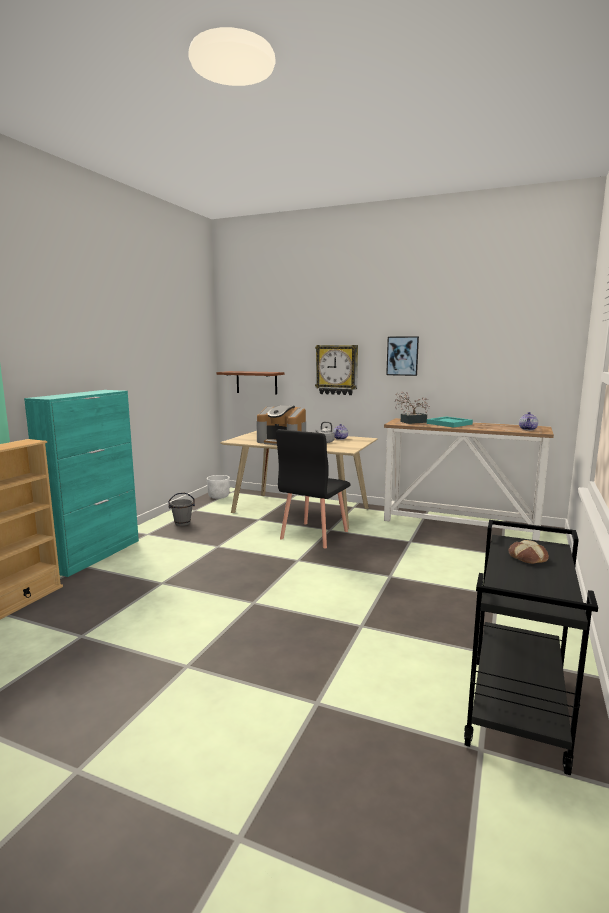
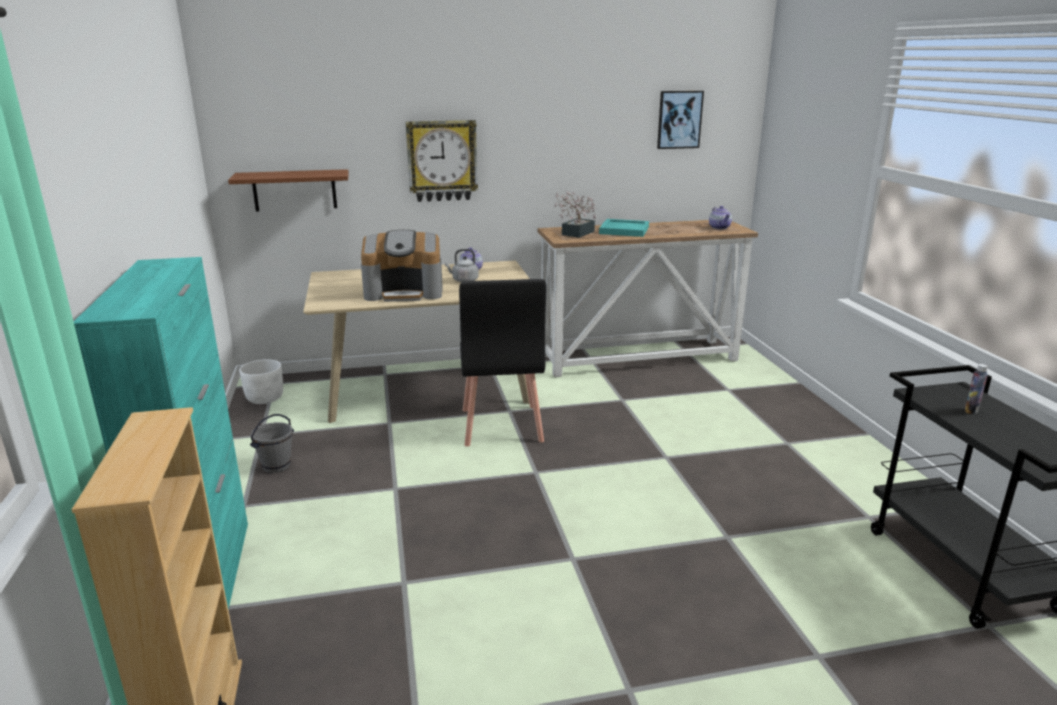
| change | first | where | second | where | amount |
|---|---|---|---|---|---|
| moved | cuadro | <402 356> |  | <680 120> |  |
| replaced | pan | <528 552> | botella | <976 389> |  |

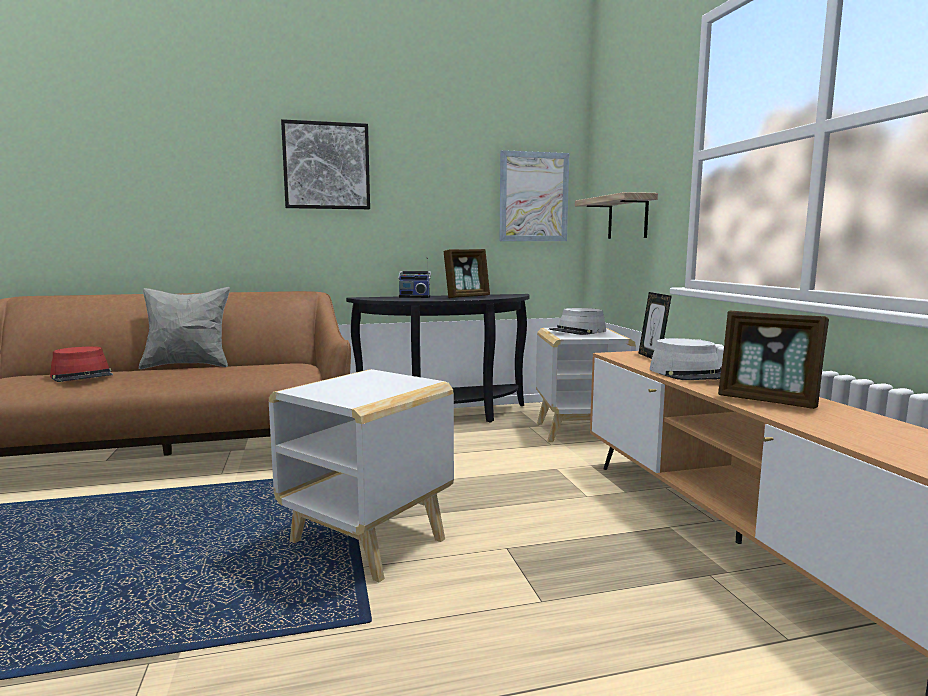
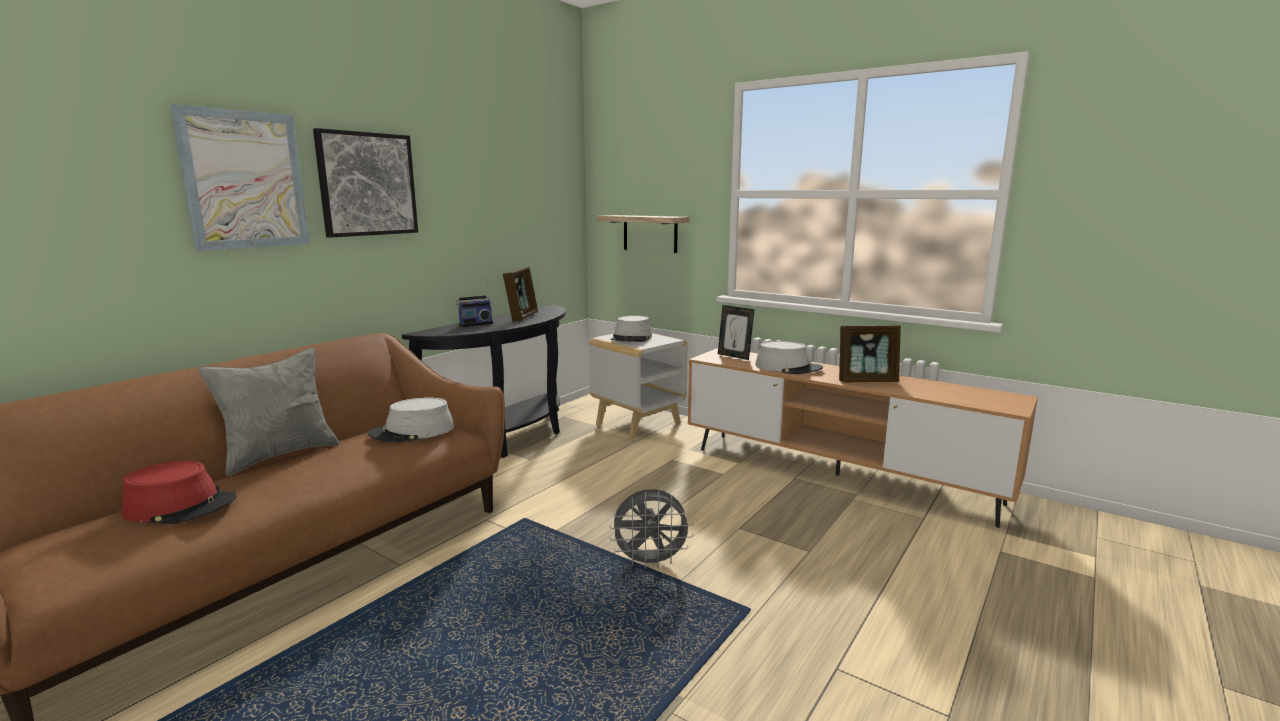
| change | first | where | second | where | amount |
|---|---|---|---|---|---|
| moved | cuadro | <534 195> |  | <240 177> |  |
| replaced | mesa auxiliar [blanco] | <361 475> | ventilador [gris] | <651 529> |  |
| added |  |  | sombrero [gris] | <411 420> |  |

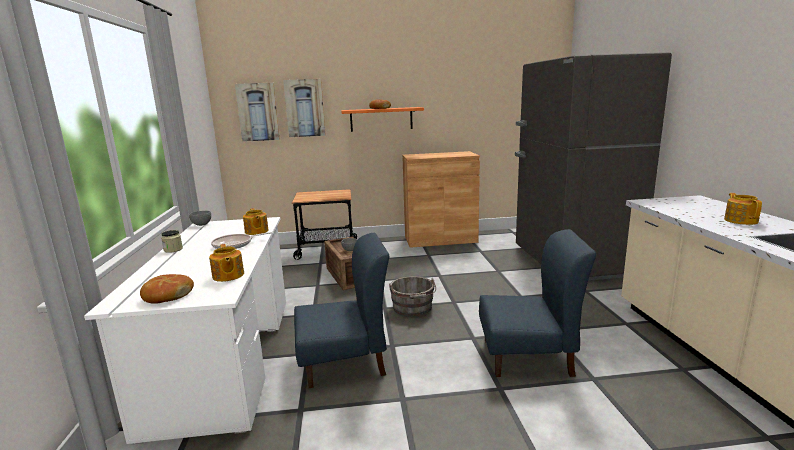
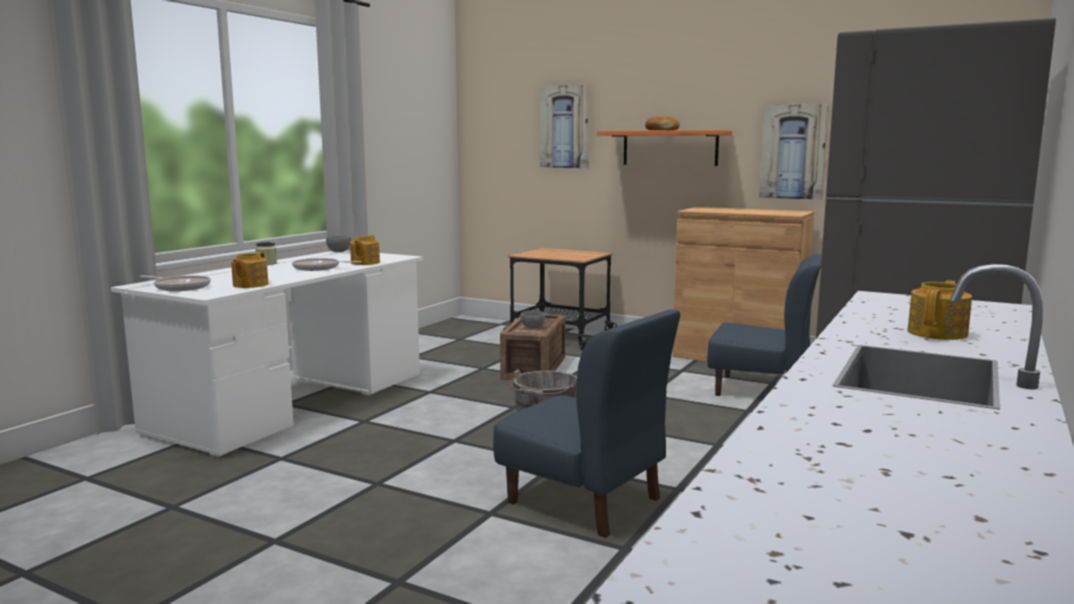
| change | first | where | second | where | amount |
|---|---|---|---|---|---|
| moved | cuadro | <257 112> |  | <794 152> |  |
| moved | silla [azul] | <341 310> |  | <764 325> |  |
| replaced | pan | <167 289> | sartén | <175 283> |  |

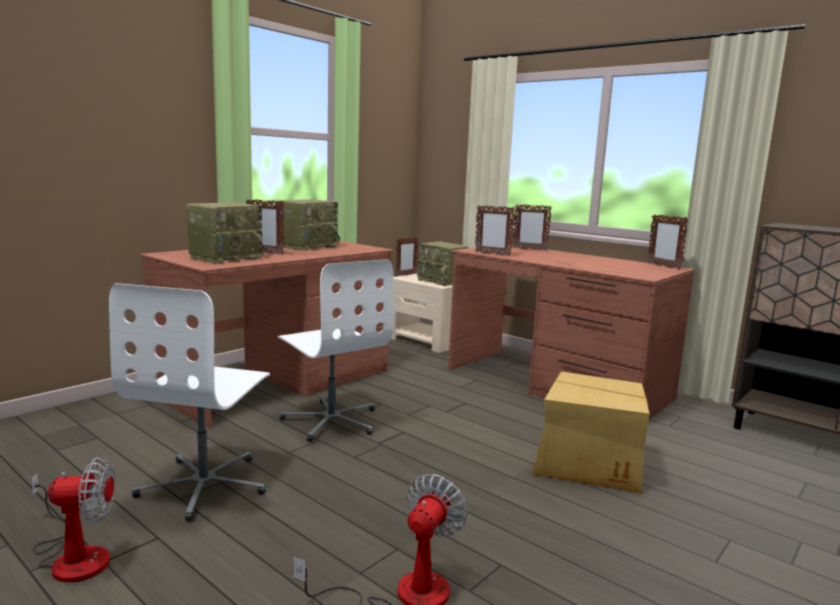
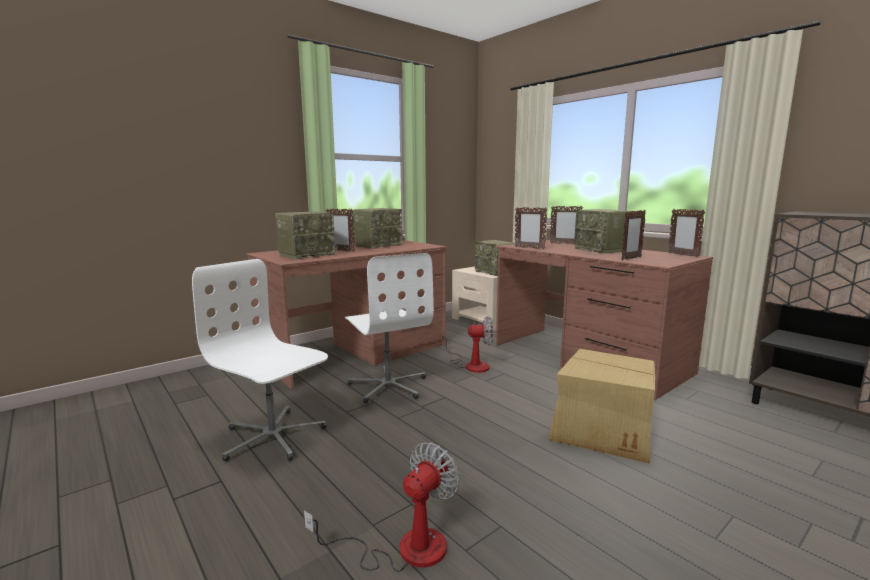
| change | first | where | second | where | amount |
|---|---|---|---|---|---|
| moved | portarretratos | <407 256> |  | <633 235> |  |
| turned | silla de oficina [blanco] | <189 402> |  | <260 360> | 105 degrees clockwise |
| moved | ventilador | <73 519> |  | <468 344> |  |
| added |  |  | radio | <602 231> |  |

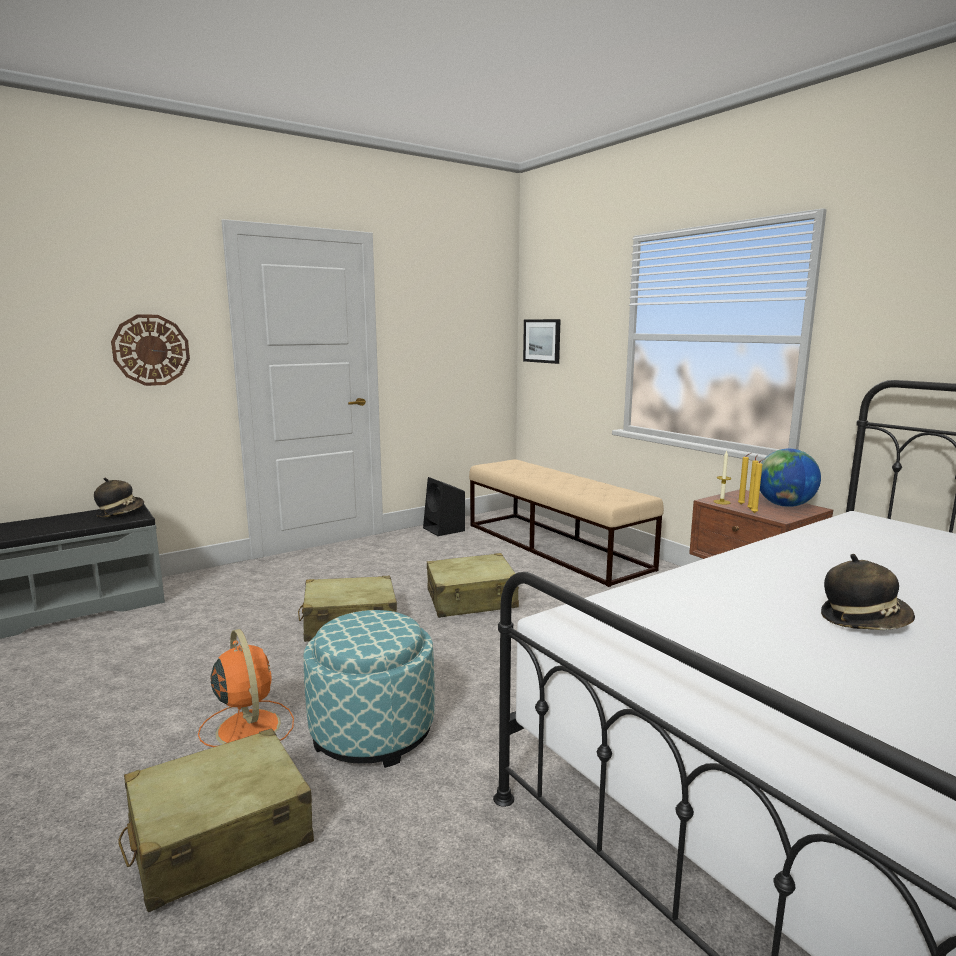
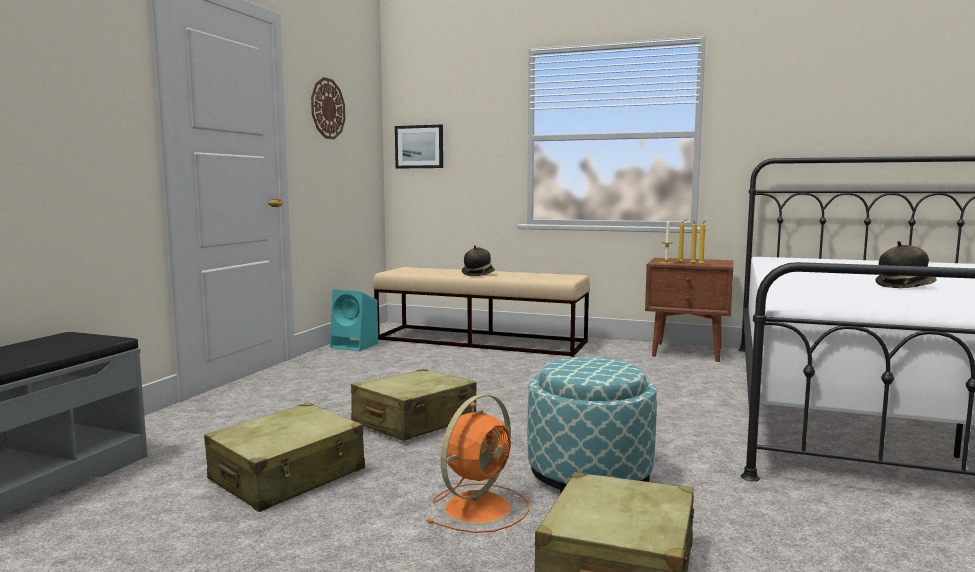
| change | first | where | second | where | amount |
|---|---|---|---|---|---|
| moved | reloj de pared | <150 350> |  | <328 108> |  |
| removed | globo terráqueo | <790 477> |  |  |  |
| recoloured | altavoz [negro] | <444 506> | altavoz [turquesa] | <354 320> |  |
| moved | sombrero | <119 497> |  | <478 260> |  |
| moved | maleta [beis] | <473 585> |  | <284 457> |  |
| turned | ventilador [naranja] | <246 688> |  | <477 463> | 105 degrees clockwise |

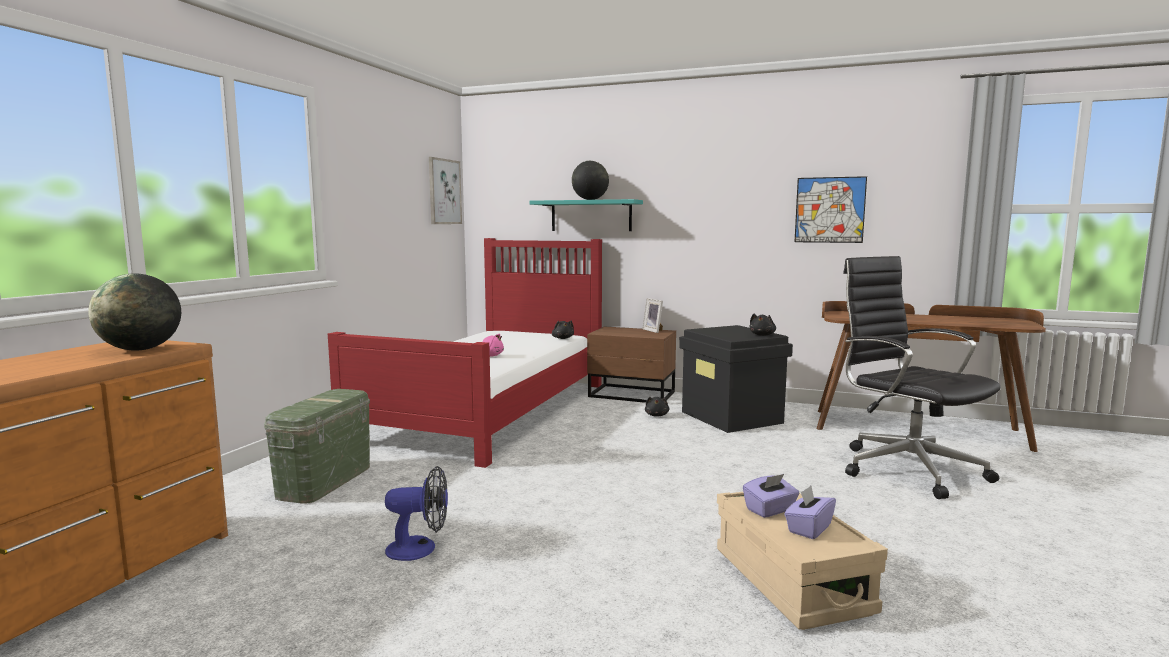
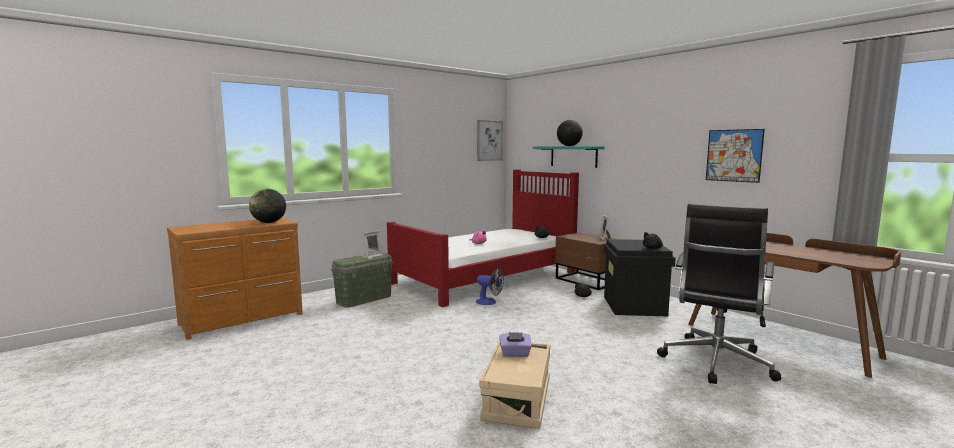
| change | first | where | second | where | amount |
|---|---|---|---|---|---|
| turned | silla de oficina [negro] | <922 377> |  | <719 294> | 150 degrees counterclockwise |
| moved | ventilador | <416 513> |  | <490 286> |  |
| removed | caja de pañuelos [morado] | <810 512> |  |  |  |
| added |  |  | portarretratos | <373 244> |  |

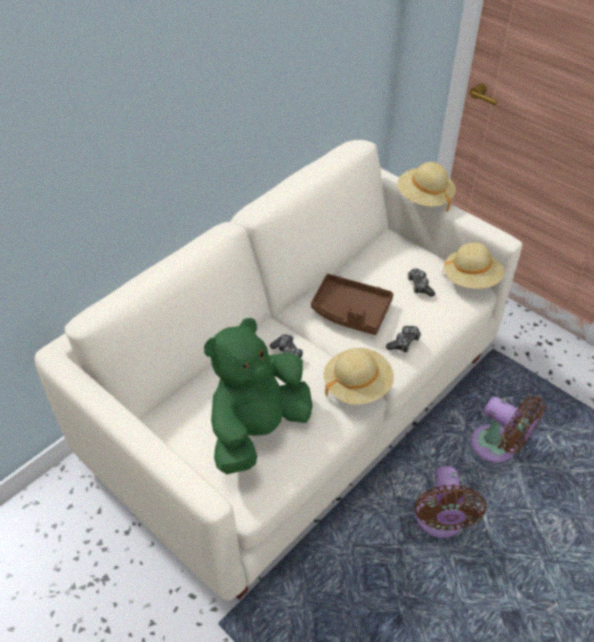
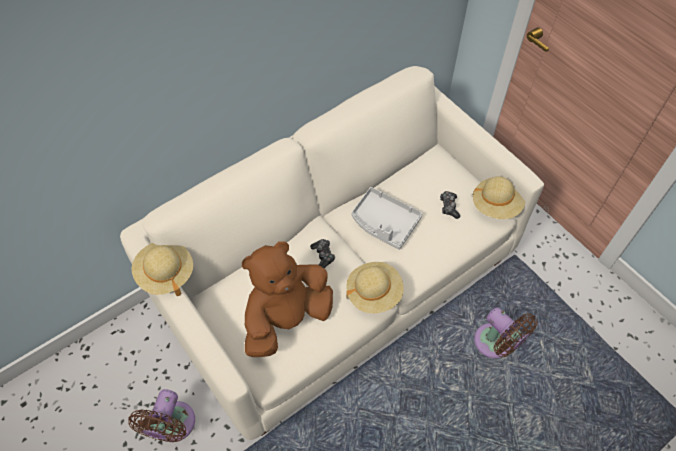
| change | first | where | second | where | amount |
|---|---|---|---|---|---|
| moved | sombrero [beis] | <426 187> |  | <162 269> |  |
| recoloured | bandeja [marrón] | <352 304> | bandeja [gris] | <387 218> |  |
| recoloured | peluche [verde] | <258 396> | peluche [marrón] | <287 299> |  |
| removed | mando de consola | <403 339> |  |  |  |
| moved | ventilador [marrón] | <450 502> |  | <161 415> |  |

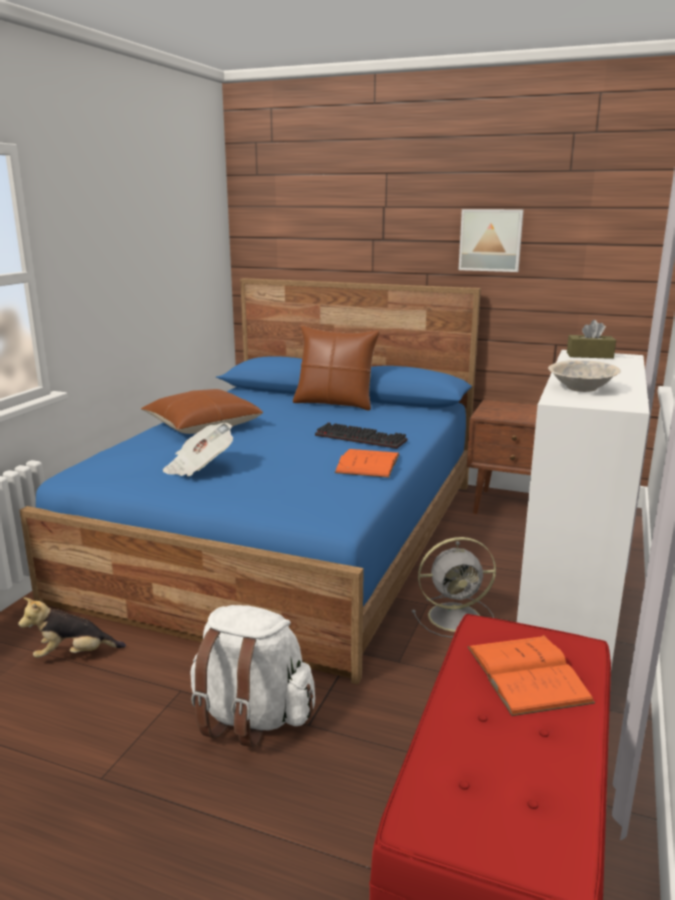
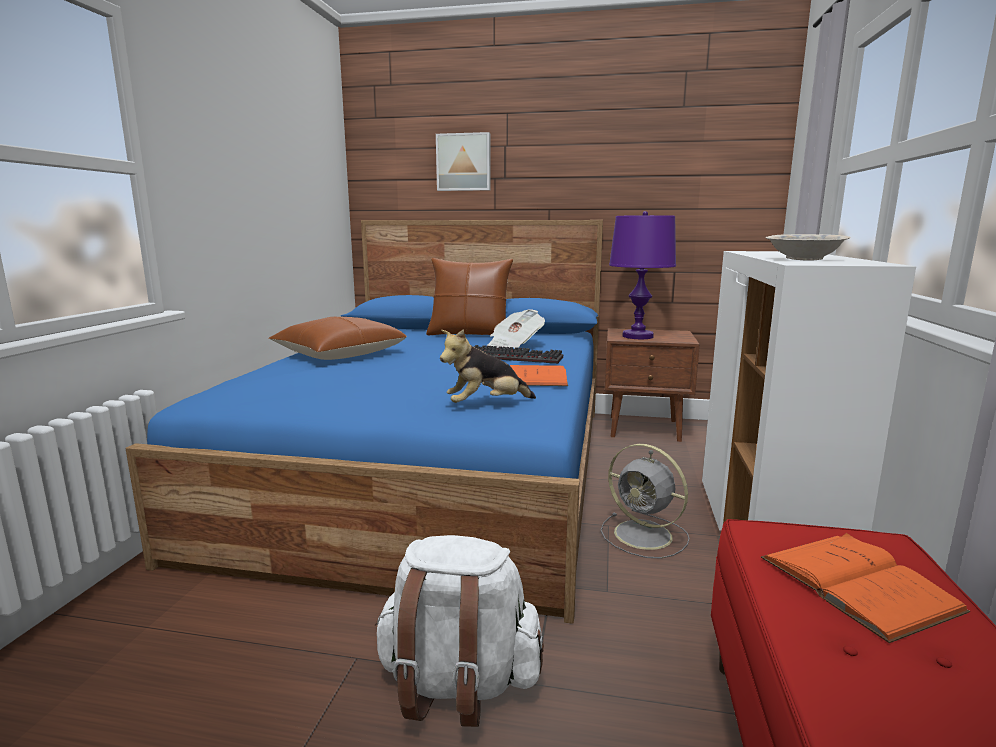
| change | first | where | second | where | amount |
|---|---|---|---|---|---|
| moved | cuadro | <491 240> |  | <463 161> |  |
| removed | caja de pañuelos [marrón] | <591 339> |  |  |  |
| moved | periódico | <198 450> |  | <516 329> |  |
| turned | ventilador [gris] | <454 587> |  | <645 501> | 60 degrees clockwise |
| moved | peluche | <72 627> |  | <488 366> |  |
| added |  |  | lámpara de mesa [morado] | <642 275> |  |

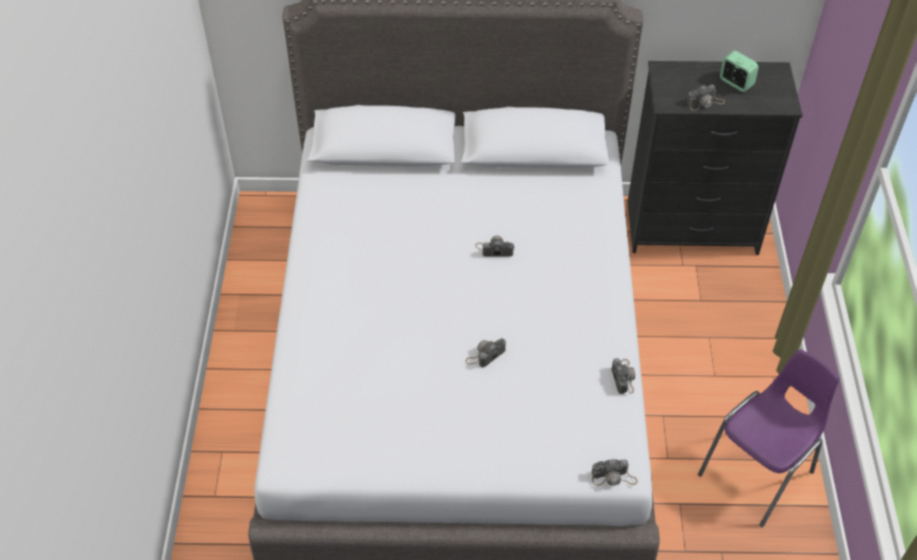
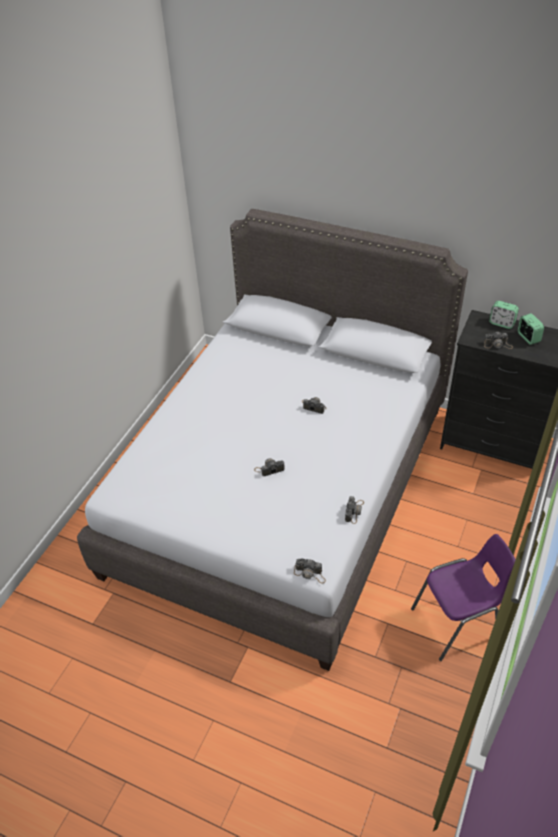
| change | first | where | second | where | amount |
|---|---|---|---|---|---|
| added |  |  | despertador | <504 315> |  |

